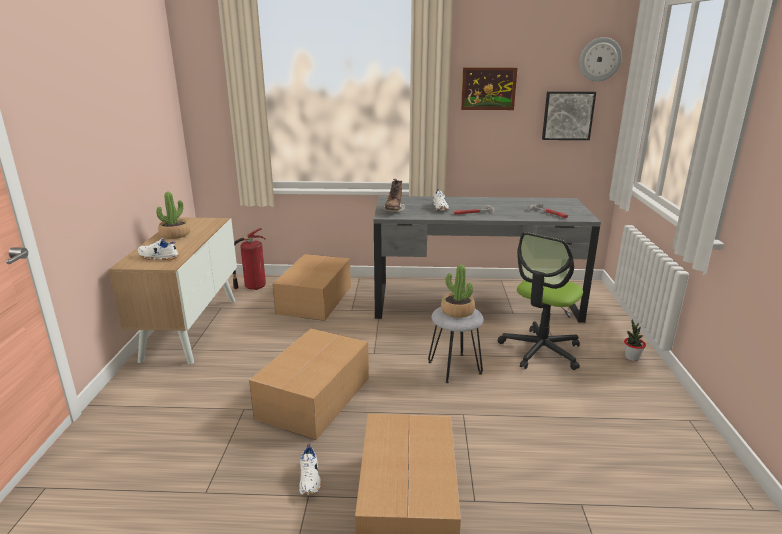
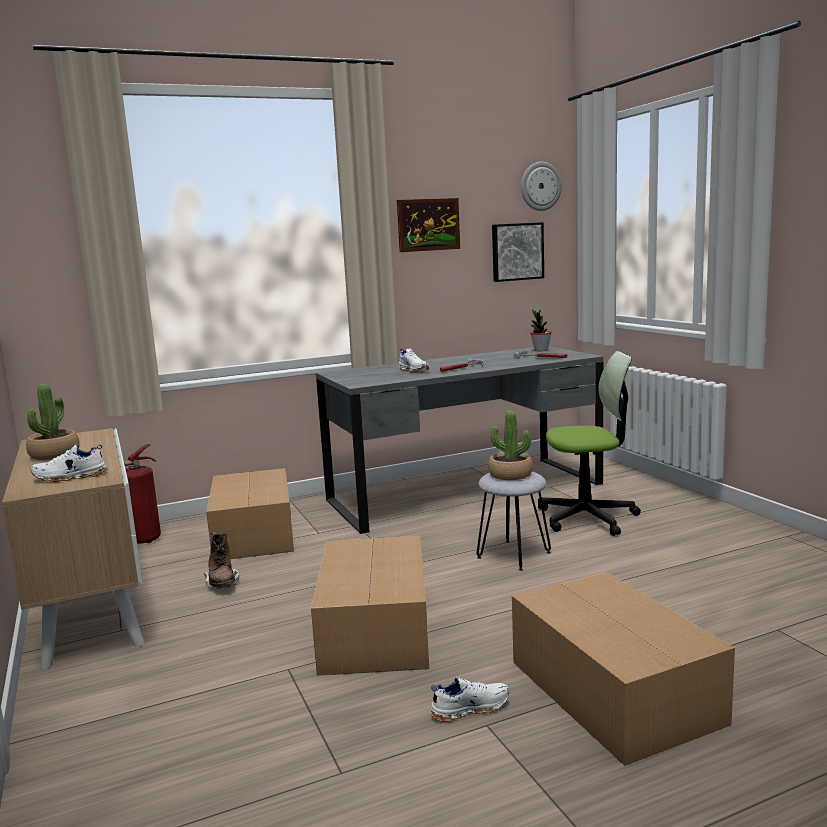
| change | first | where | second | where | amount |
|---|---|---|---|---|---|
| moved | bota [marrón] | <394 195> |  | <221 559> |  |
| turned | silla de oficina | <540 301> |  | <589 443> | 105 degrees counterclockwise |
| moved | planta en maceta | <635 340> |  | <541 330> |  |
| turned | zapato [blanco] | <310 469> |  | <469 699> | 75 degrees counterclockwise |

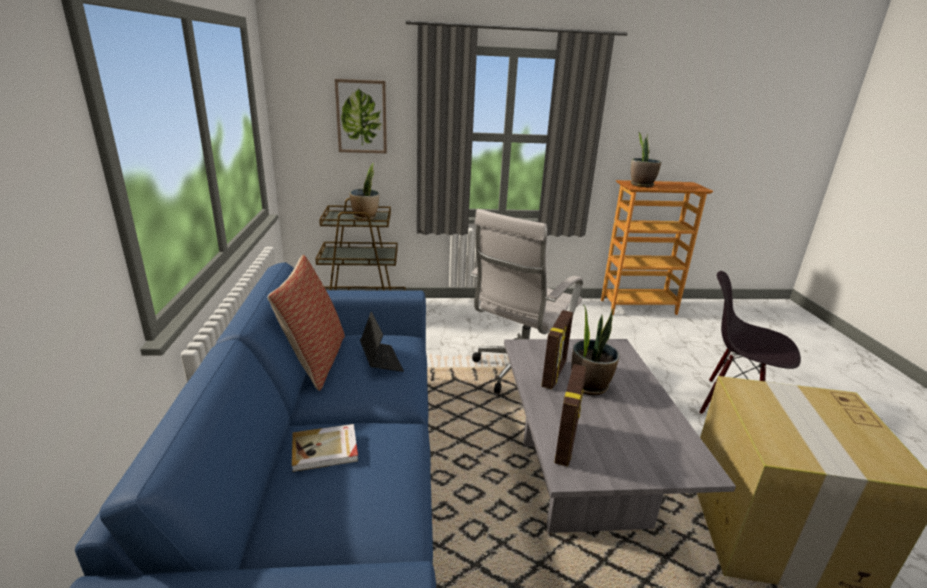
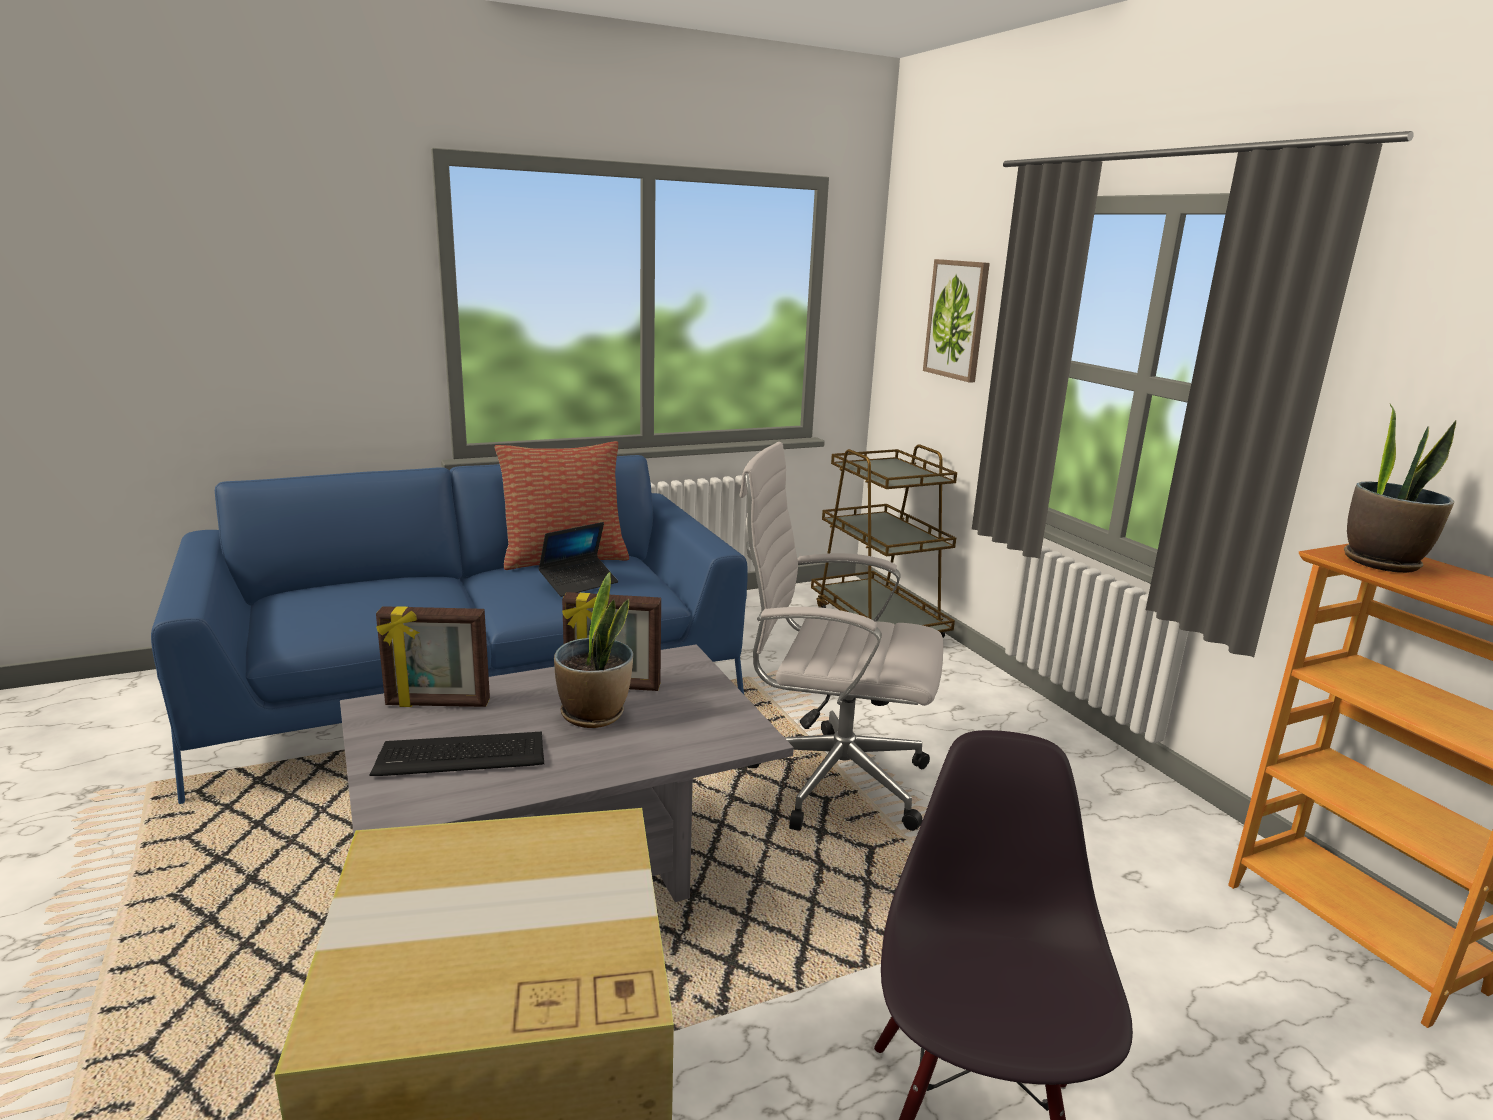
| change | first | where | second | where | amount |
|---|---|---|---|---|---|
| removed | planta en maceta | <364 191> |  |  |  |
| removed | libro | <325 448> |  |  |  |
| added |  |  | teclado | <456 754> |  |

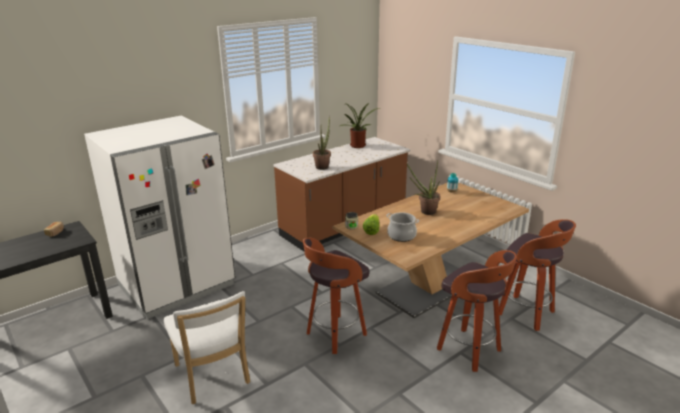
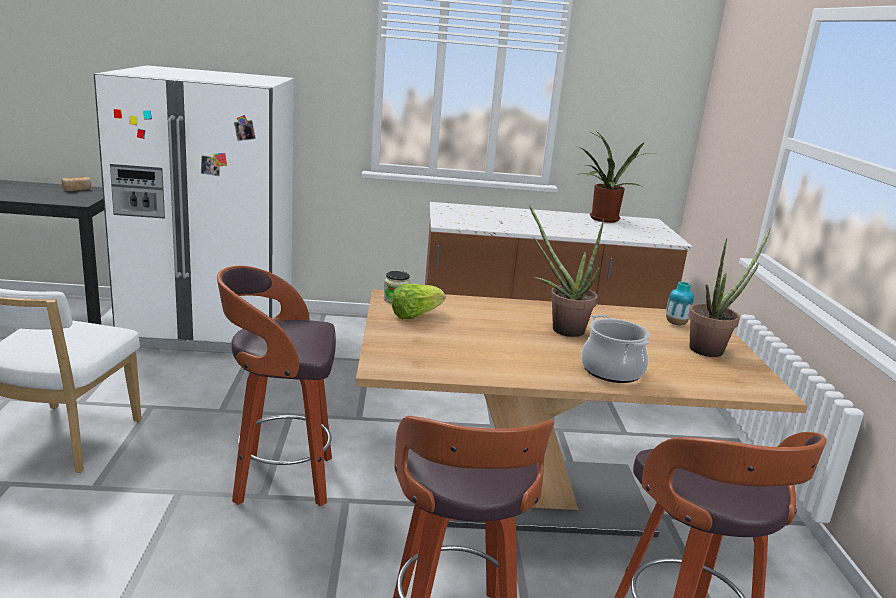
| change | first | where | second | where | amount |
|---|---|---|---|---|---|
| moved | planta en maceta | <322 142> |  | <729 292> |  |
| moved | olla | <402 227> |  | <615 348> |  |

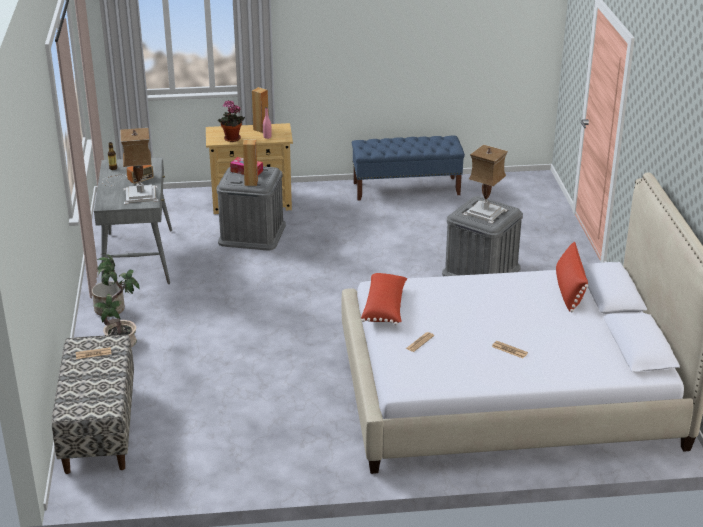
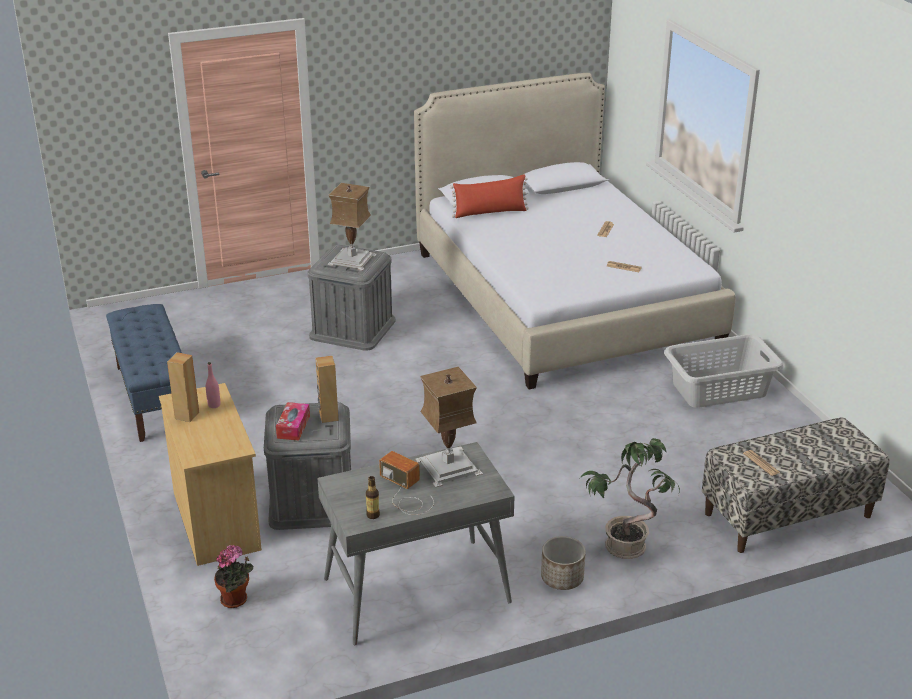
| change | first | where | second | where | amount |
|---|---|---|---|---|---|
| moved | planta en maceta | <231 121> |  | <233 576> |  |
| removed | cojín [rojo] | <384 299> |  |  |  |
| added |  |  | cesto de la ropa [gris] | <724 371> |  |

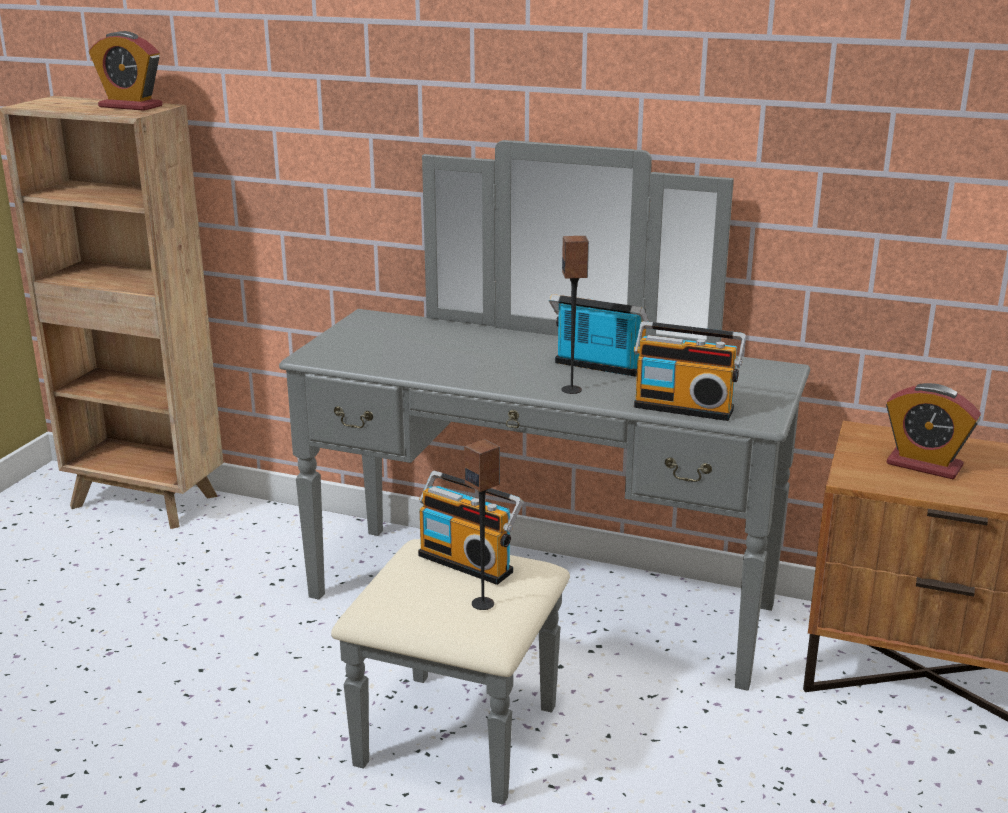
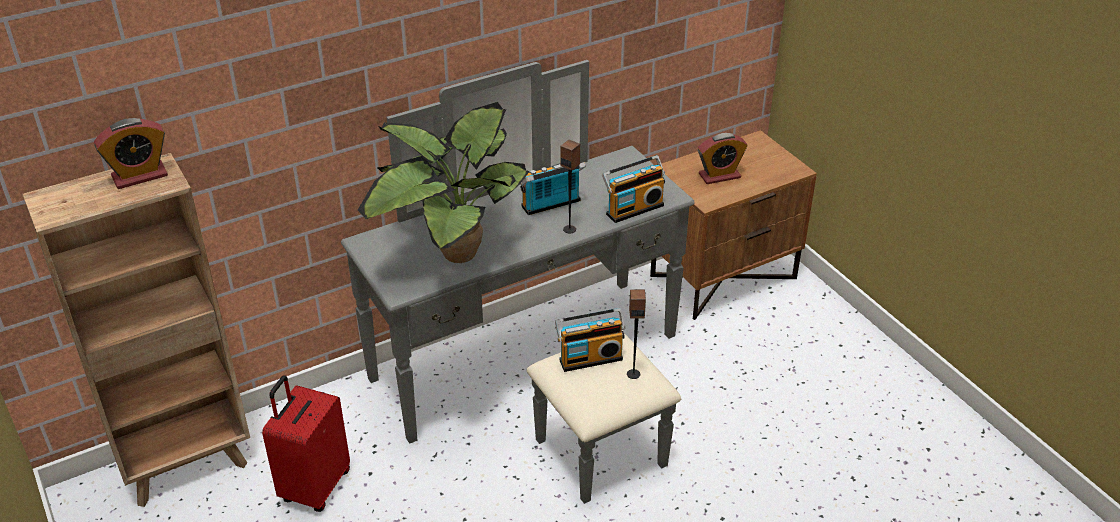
| change | first | where | second | where | amount |
|---|---|---|---|---|---|
| added |  |  | planta en maceta | <444 182> |  |
| added |  |  | maleta [rojo] | <306 443> |  |

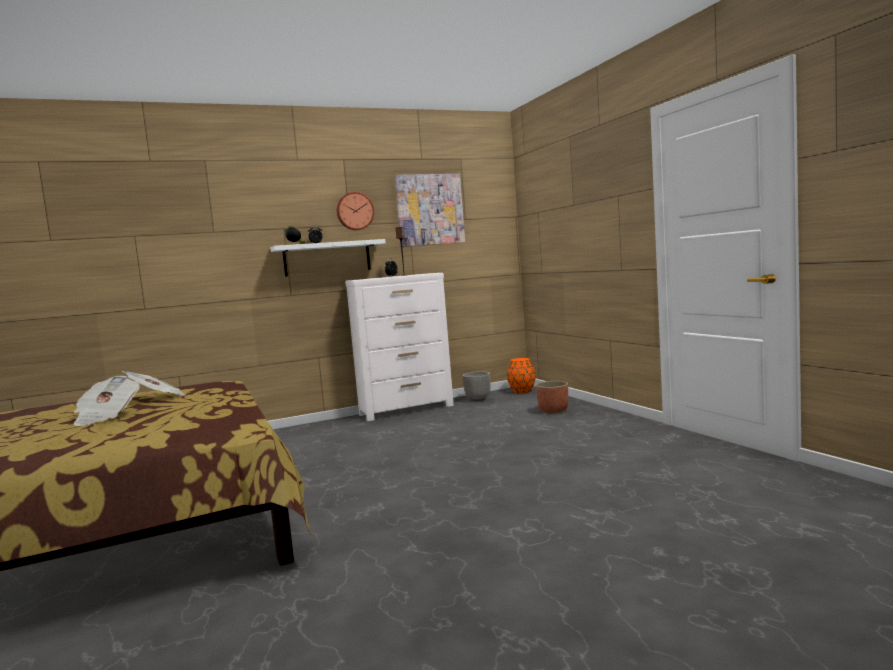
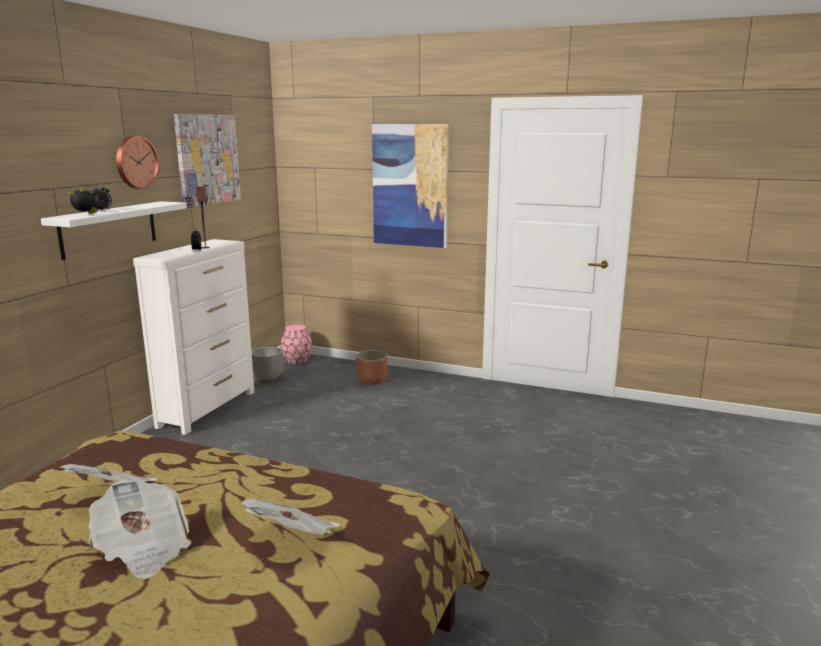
| change | first | where | second | where | amount |
|---|---|---|---|---|---|
| recoloured | florero [naranja] | <521 375> | florero [rosa] | <296 344> |  |
| added |  |  | cuadro | <410 186> |  |
| added |  |  | periódico | <291 517> |  |

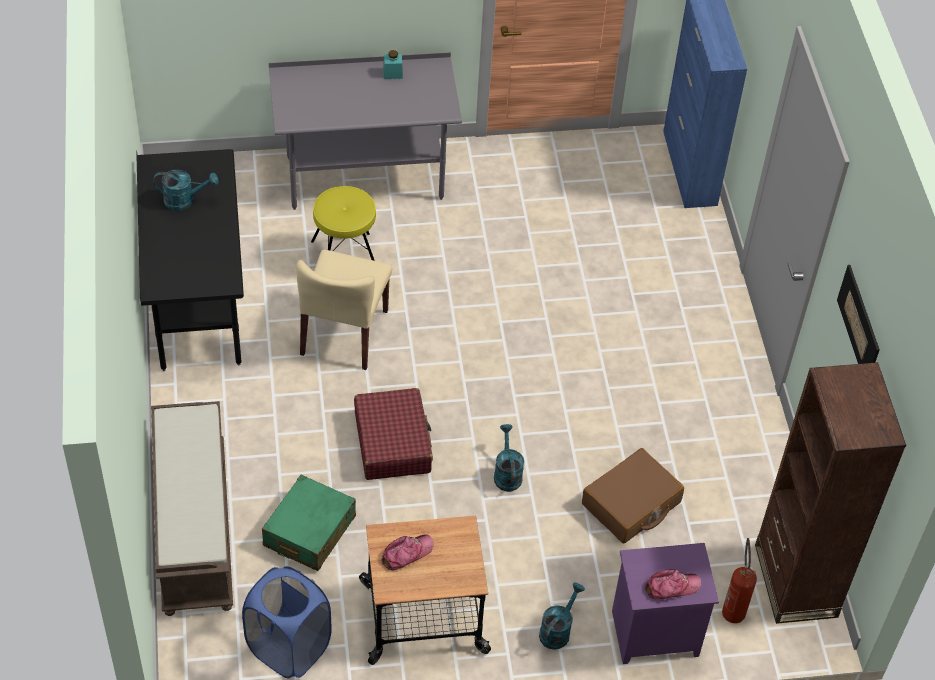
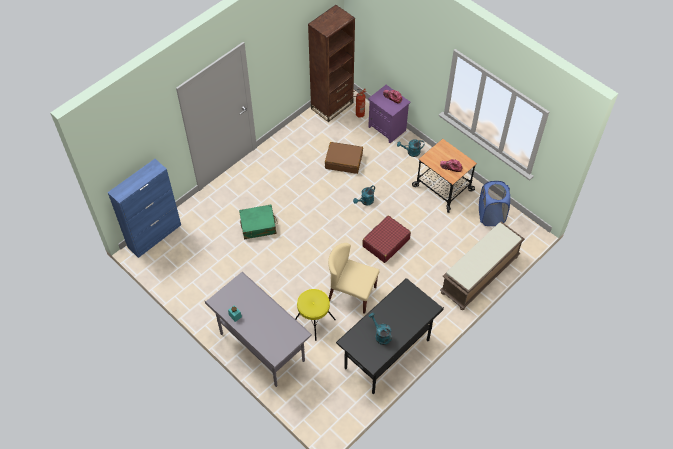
| change | first | where | second | where | amount |
|---|---|---|---|---|---|
| turned | silla [beis] | <344 310> |  | <353 278> | 135 degrees counterclockwise |
| removed | cuadro | <858 314> |  |  |  |
| moved | maleta [verde] | <309 523> |  | <258 222> |  |

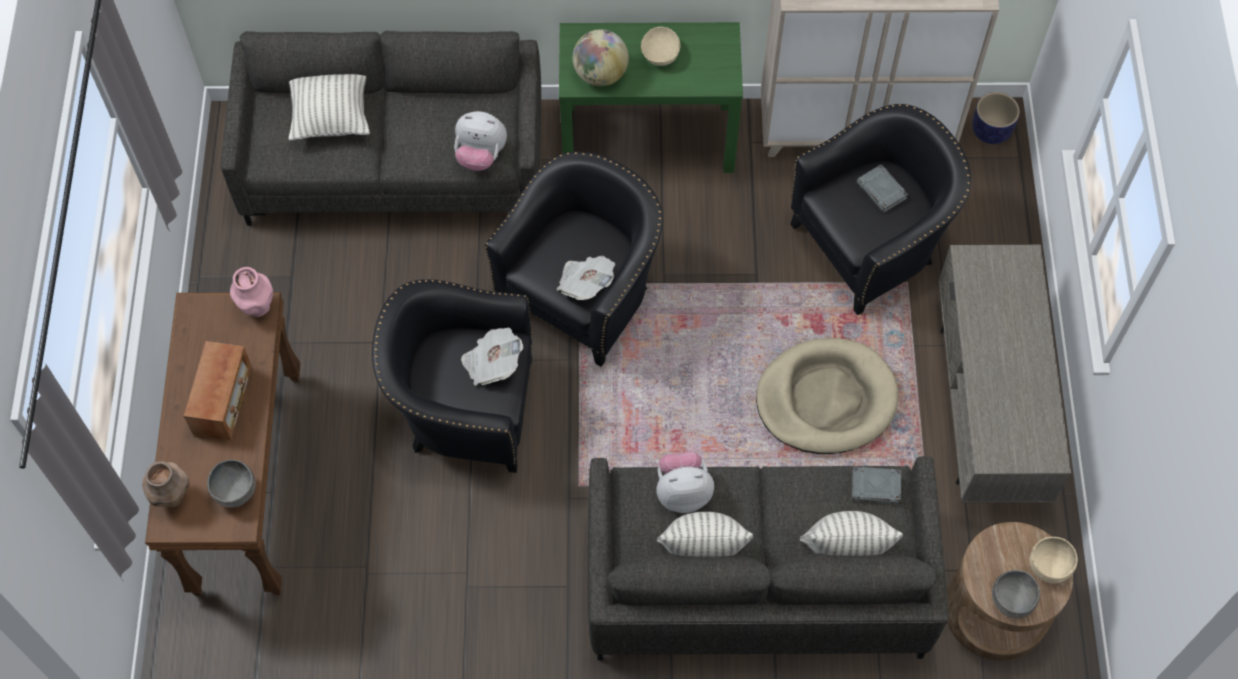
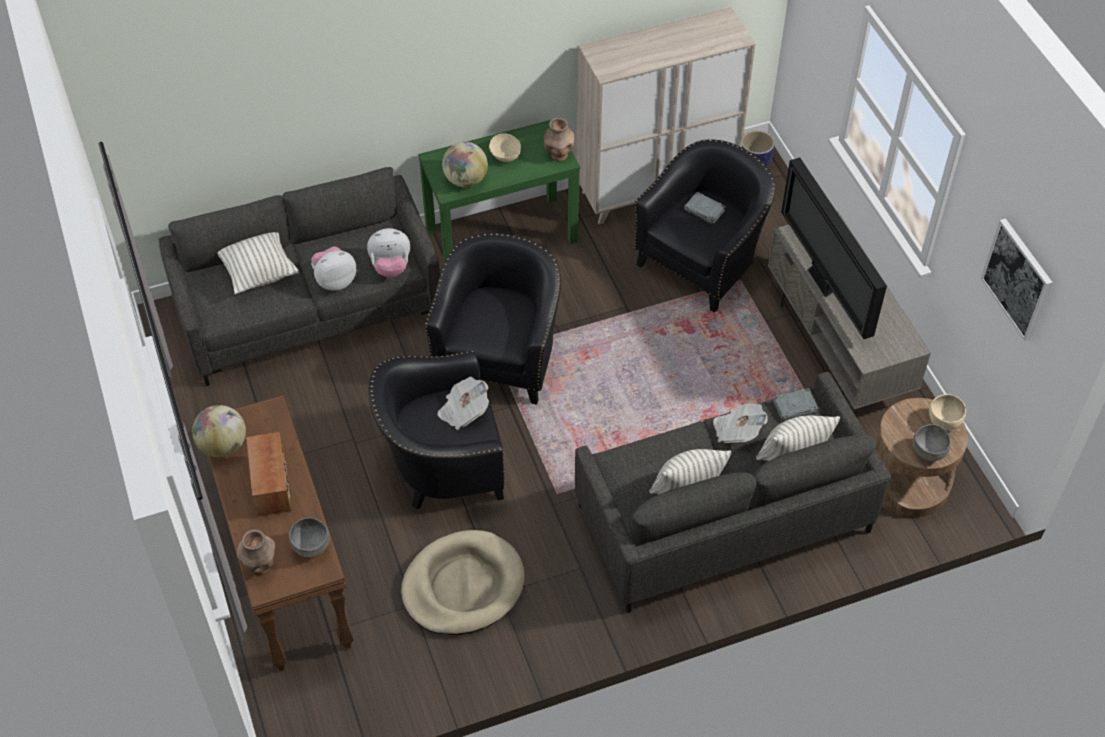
| change | first | where | second | where | amount |
|---|---|---|---|---|---|
| moved | periódico | <586 278> |  | <740 423> |  |
| removed | florero [rosa] | <251 292> |  |  |  |
| moved | cama para perro [beis] | <827 396> |  | <463 582> |  |
| moved | peluche | <685 482> |  | <333 268> |  |
| added |  |  | florero [marrón] | <559 139> |  |
| added |  |  | televisor | <834 248> |  |
| added |  |  | cuadro | <1017 279> |  |
| added |  |  | globo terráqueo | <219 431> |  |

